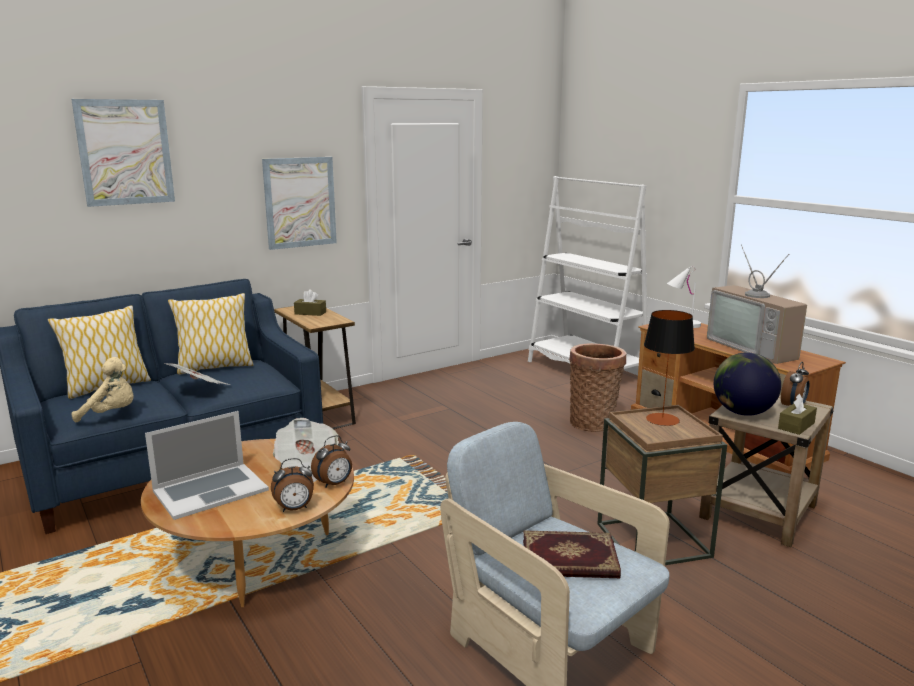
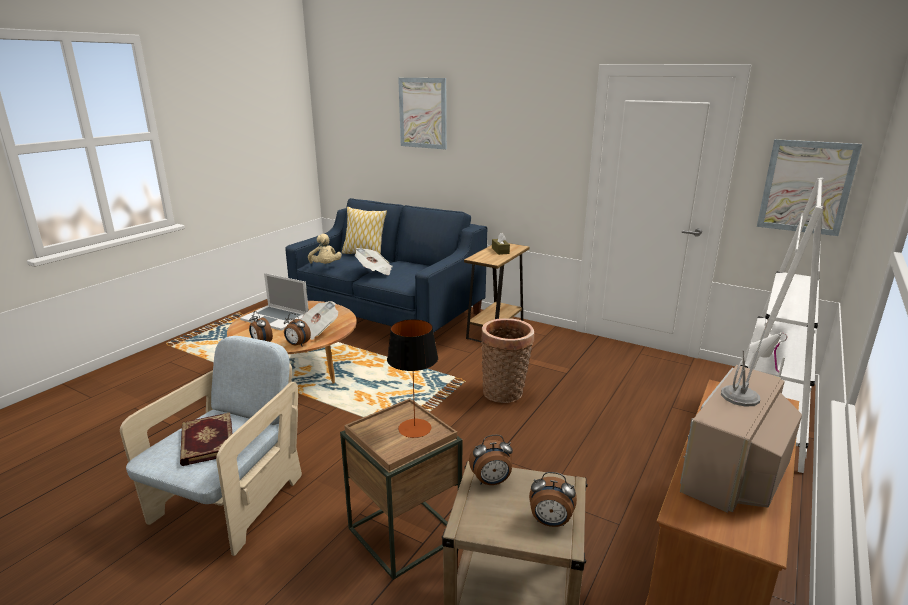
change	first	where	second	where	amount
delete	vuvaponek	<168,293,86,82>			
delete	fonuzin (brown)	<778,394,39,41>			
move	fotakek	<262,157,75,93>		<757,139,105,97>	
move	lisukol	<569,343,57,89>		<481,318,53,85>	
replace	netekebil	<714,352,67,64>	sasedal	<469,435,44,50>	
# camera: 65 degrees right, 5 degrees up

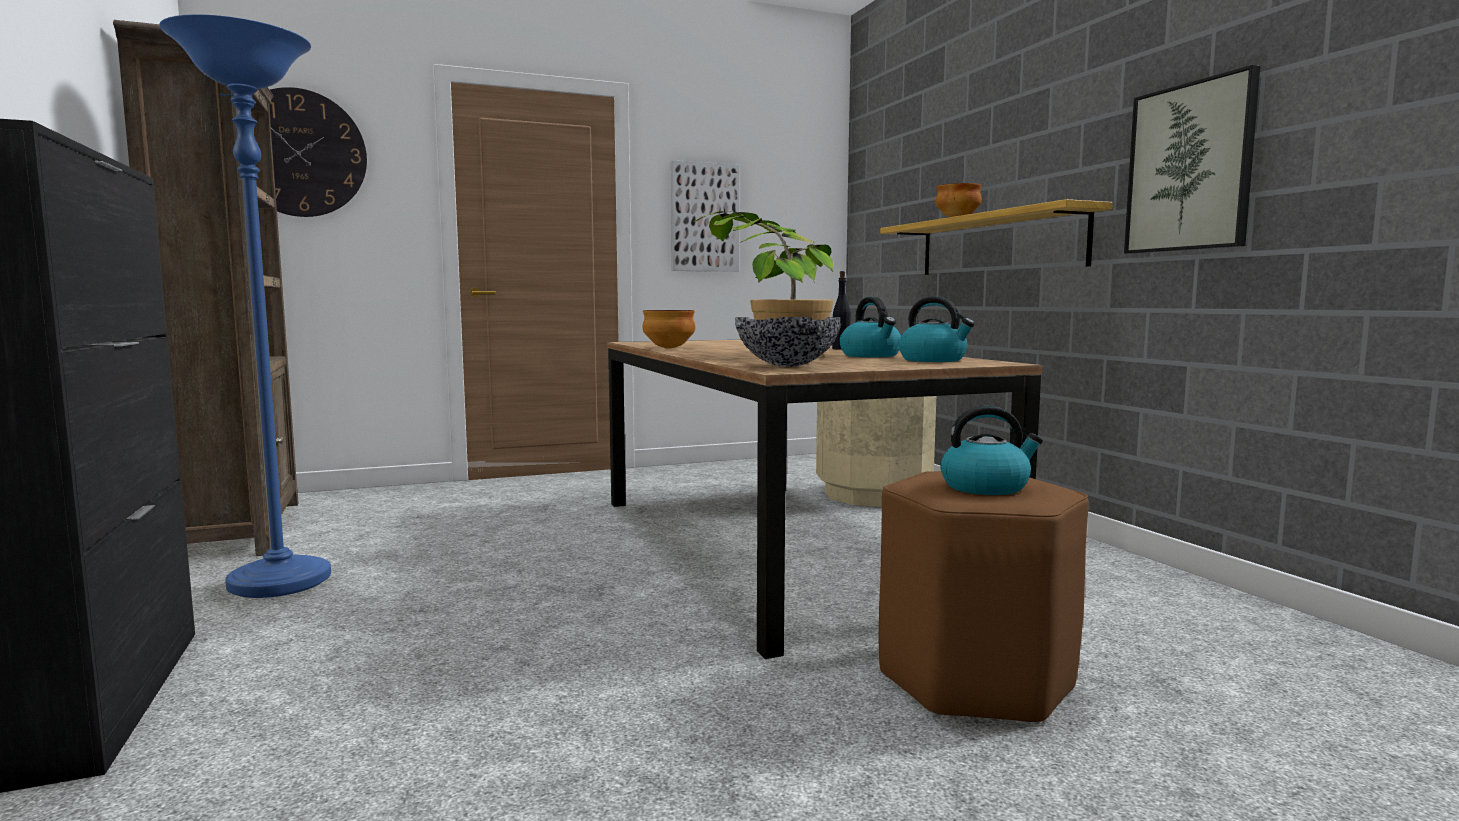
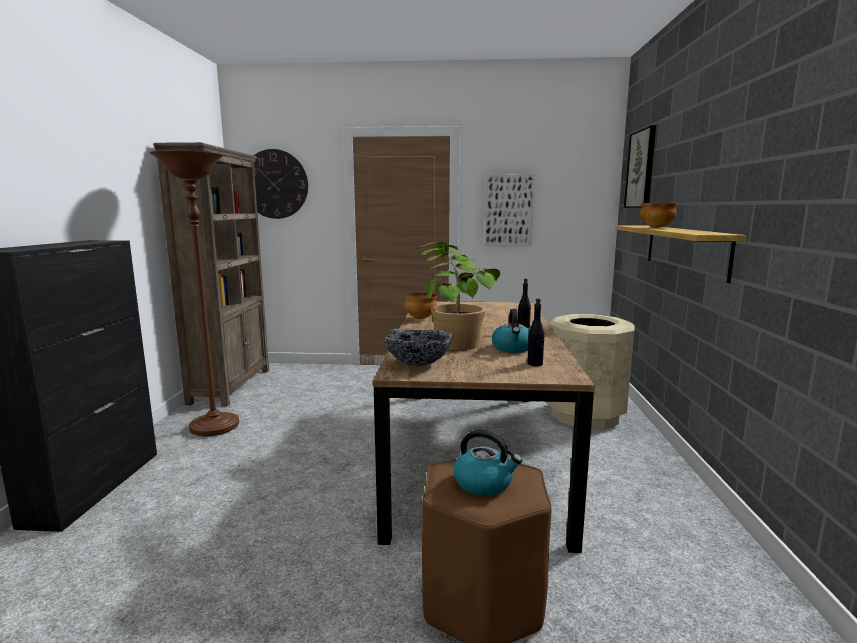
change	first	where	second	where	amount
move	fotakek	<1124,65,136,189>		<624,125,32,83>	
replace	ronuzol	<899,296,76,66>	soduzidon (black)	<527,298,17,68>	
recolor	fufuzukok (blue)	<159,14,172,584>	fufuzukok (brown)	<149,150,90,287>	
# camera: 25 degrees right, 5 degrees up

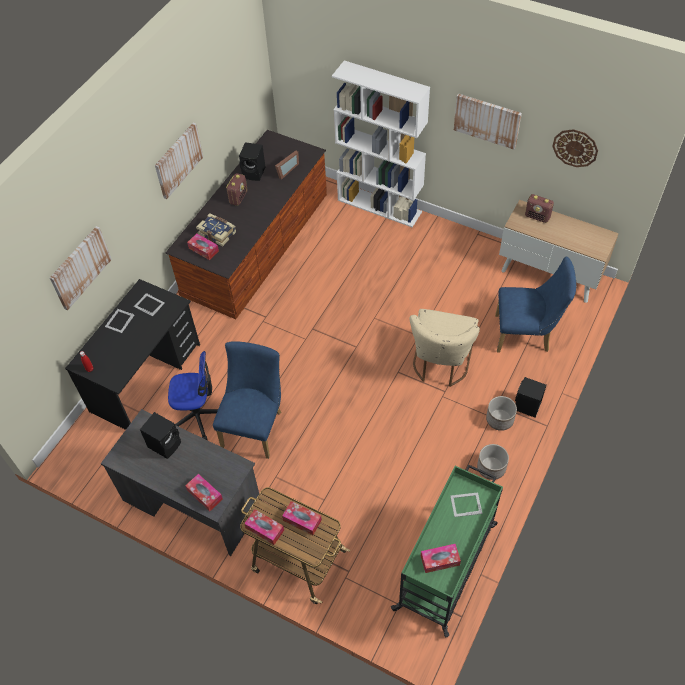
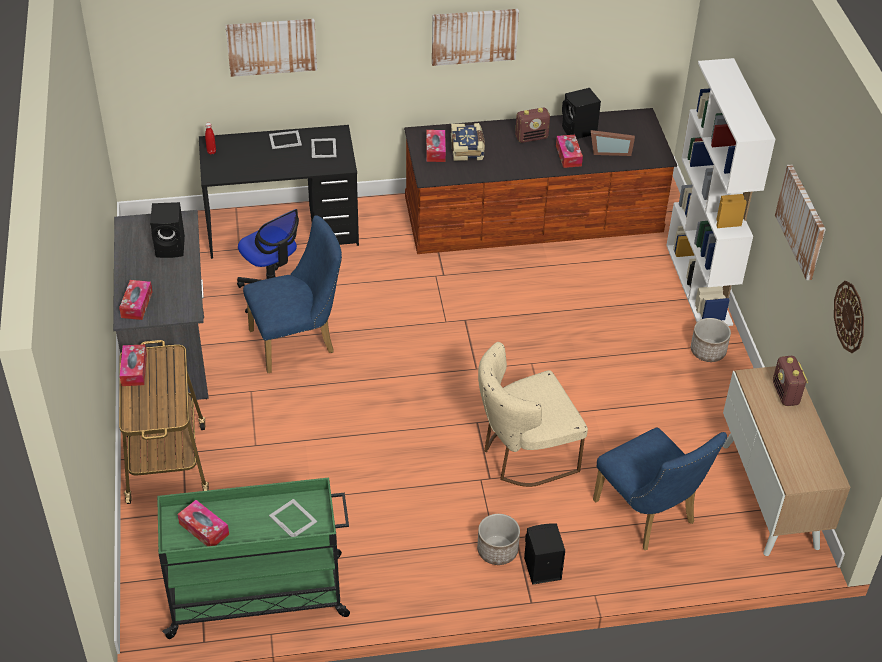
change	first	where	second	where	amount
move	fonuzin	<282,501,40,34>		<556,135,27,33>	
move	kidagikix	<477,444,32,36>		<691,318,40,44>	
# camera: 50 degrees right, 10 degrees down

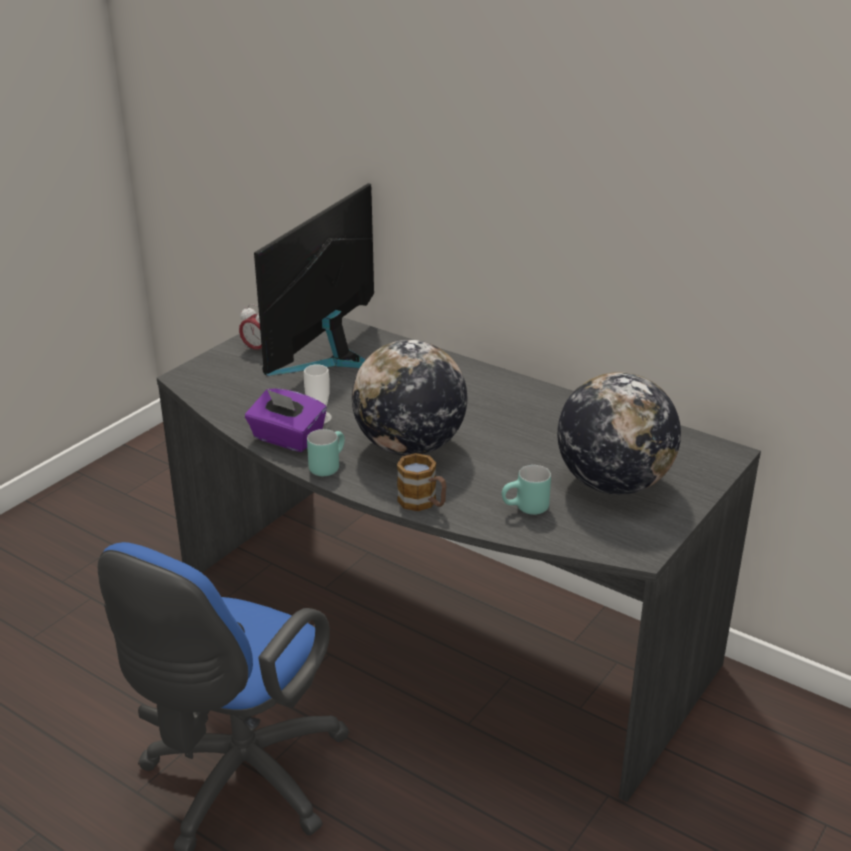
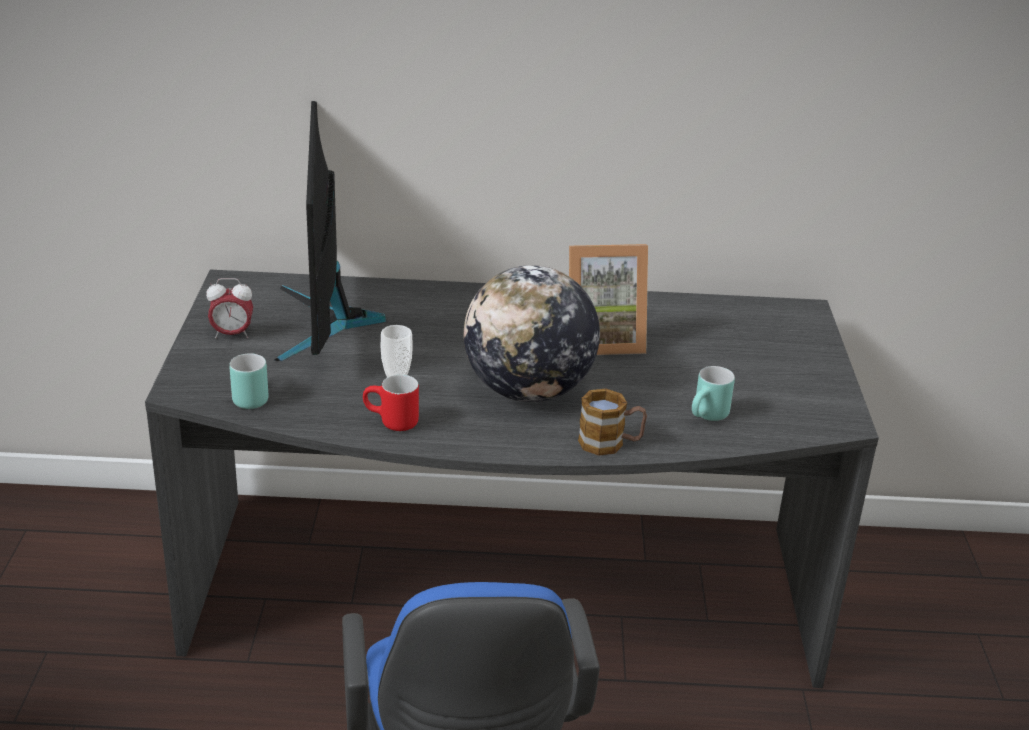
change	first	where	second	where	amount
delete	netekebil	<557,372,124,123>			
insert			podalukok	<569,244,79,111>	
move	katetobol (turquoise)	<307,429,38,47>		<229,354,39,55>	
replace	fonuzin (purple)	<245,388,82,64>	katetobol (red)	<363,375,56,56>	
# camera: 35 degrees left, 0 degrees up

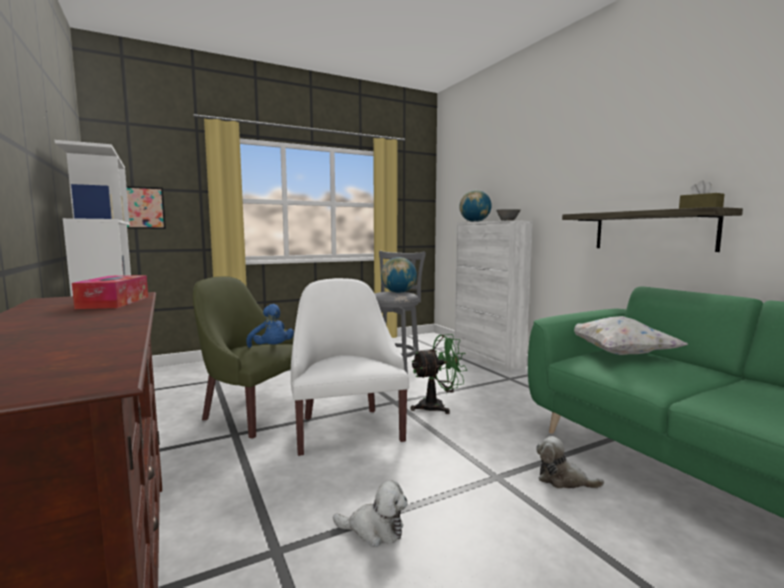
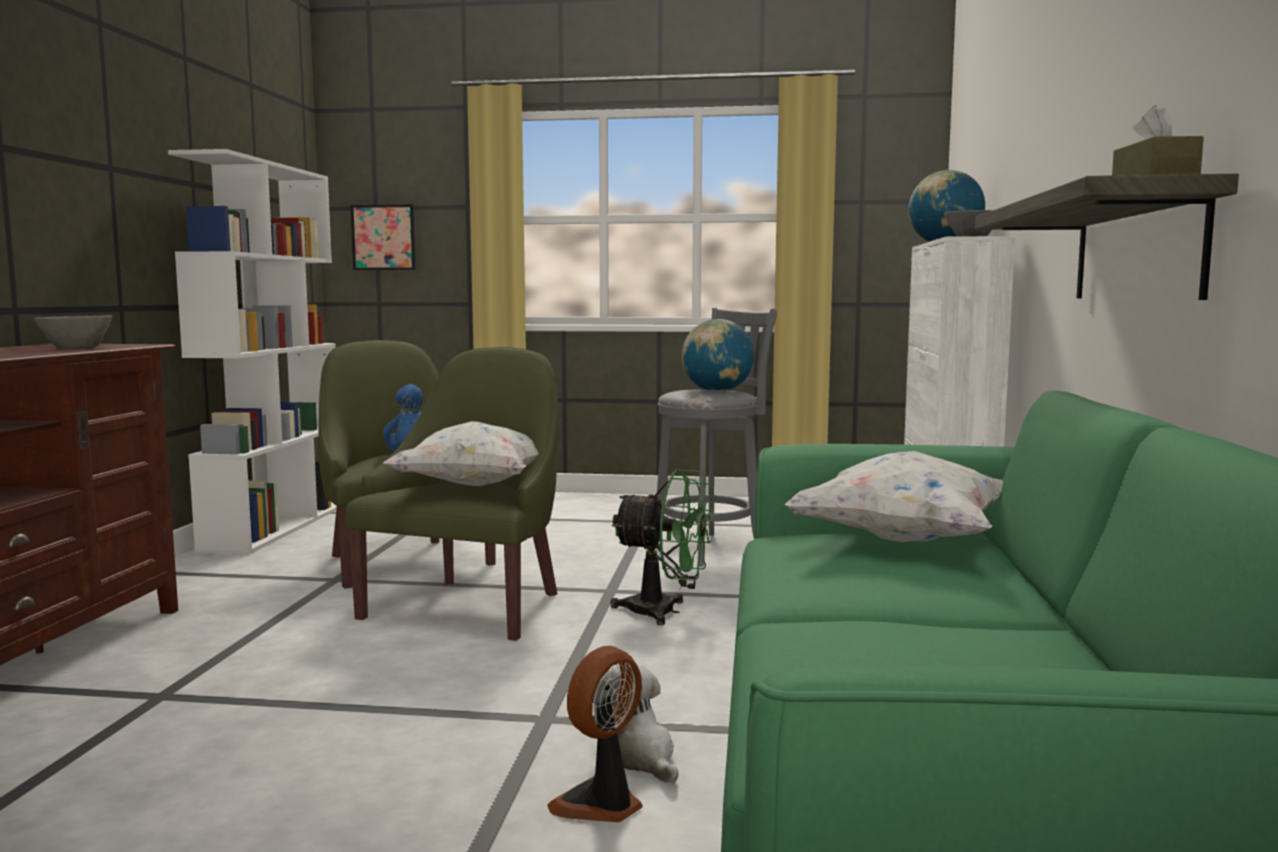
change	first	where	second	where	amount
delete	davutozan	<333,480,74,67>			
insert			vuvaponek (white)	<383,421,155,65>	
insert			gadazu	<547,646,96,176>	
replace	fonuzin	<72,275,76,34>	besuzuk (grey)	<34,315,78,34>	
recolor	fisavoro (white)	<291,278,118,178>	fisavoro (green)	<345,347,213,294>	
# camera: 35 degrees right, 0 degrees up

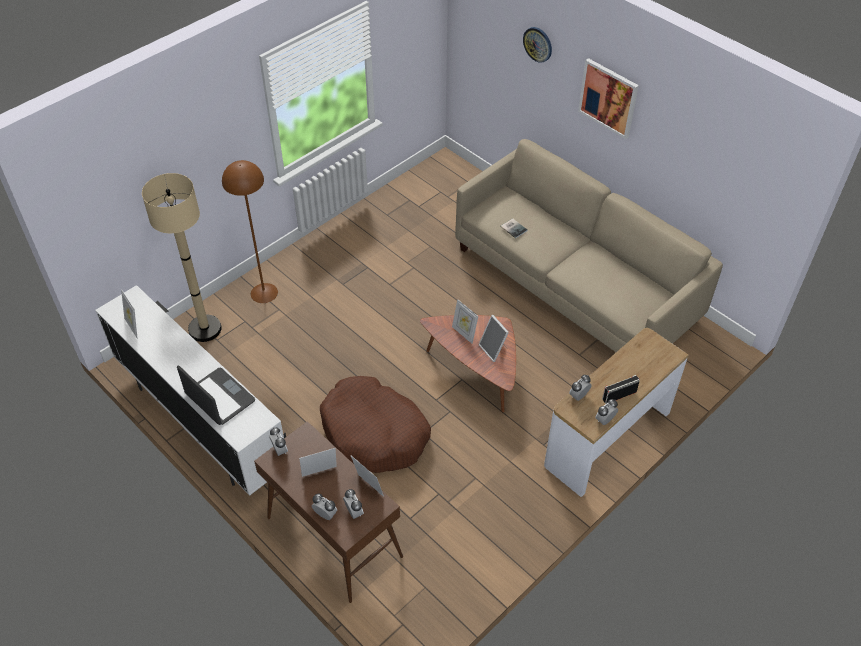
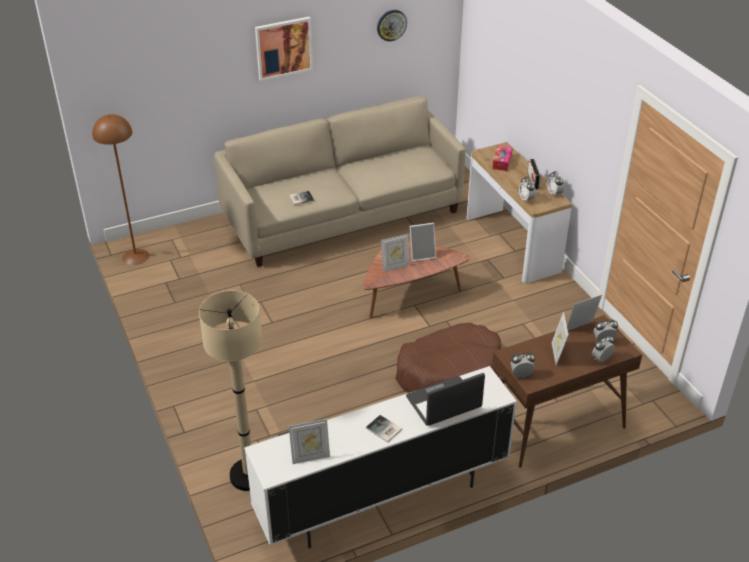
change	first	where	second	where	amount
insert			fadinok	<366,415,36,28>	
insert			fonuzin	<492,146,21,25>	
move	fufuzukok (brown)	<222,160,56,143>		<92,114,57,151>	
move	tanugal	<523,27,29,36>		<377,10,30,31>	
# camera: 70 degrees left, 10 degrees down

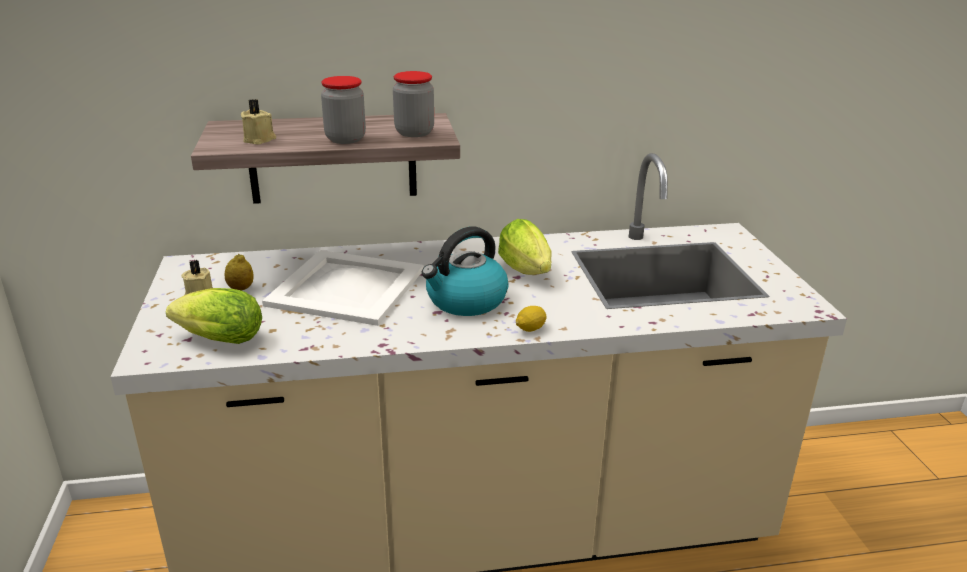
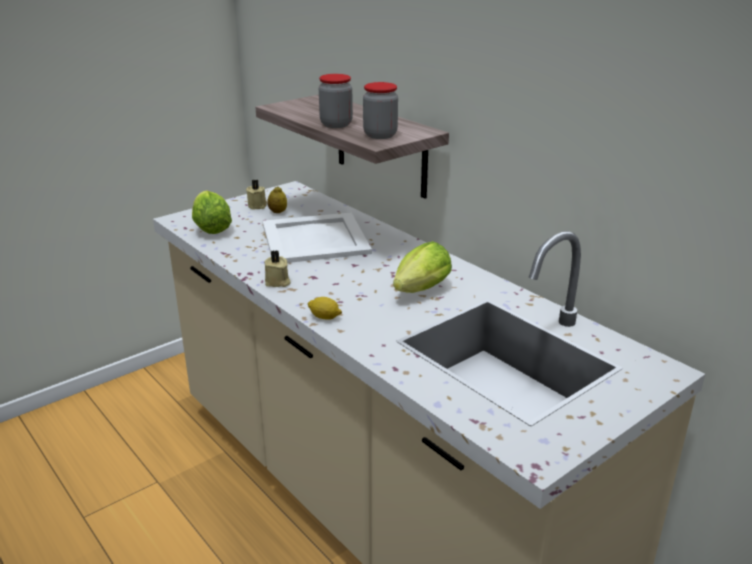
change	first	where	second	where	amount
delete	ronuzol	<422,226,86,90>			
move	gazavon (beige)	<241,99,35,46>		<264,250,27,37>	
# camera: 60 degrees right, 0 degrees up

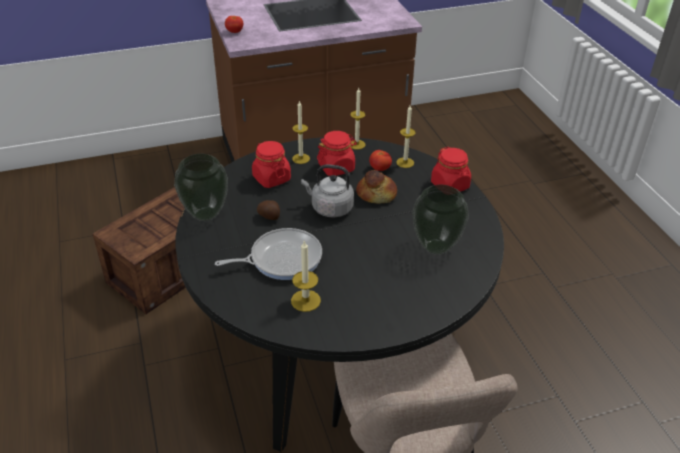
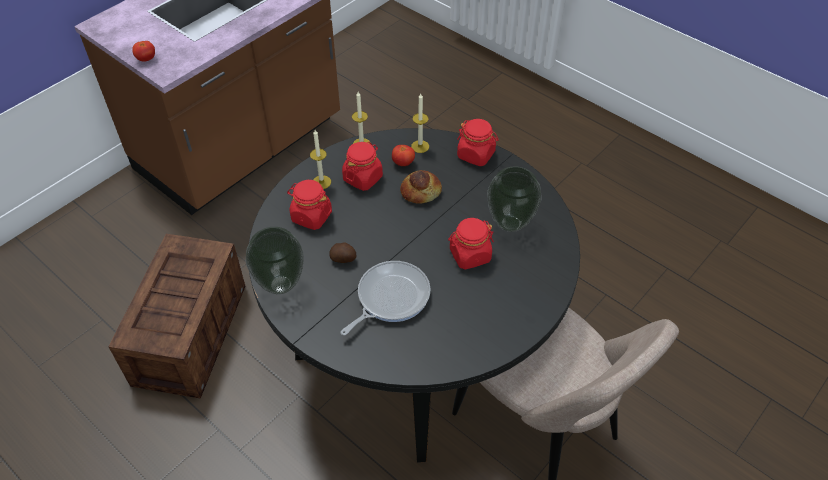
change	first	where	second	where	amount
delete	gazavon	<291,241,30,71>			
delete	ronuzol (grey)	<301,164,53,53>			
insert			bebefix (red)	<448,218,46,52>	
# camera: 30 degrees left, 10 degrees up

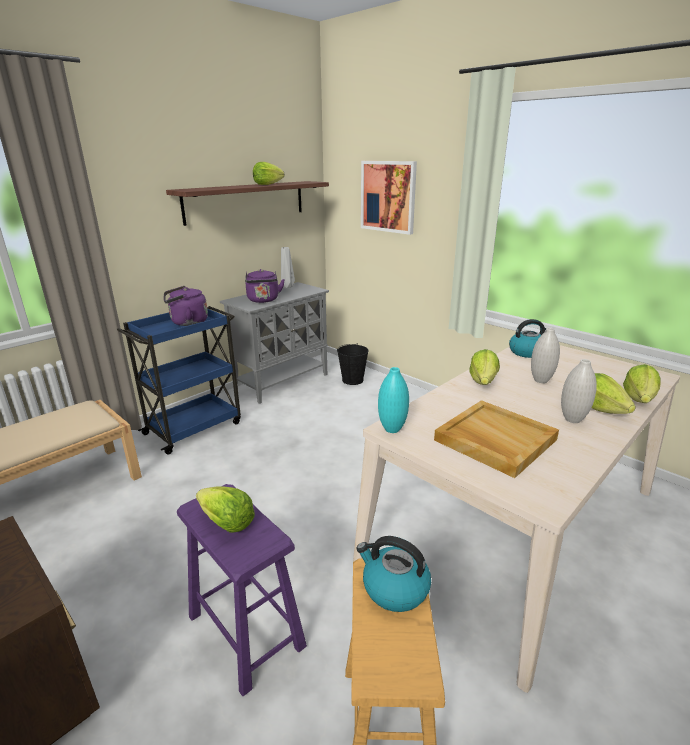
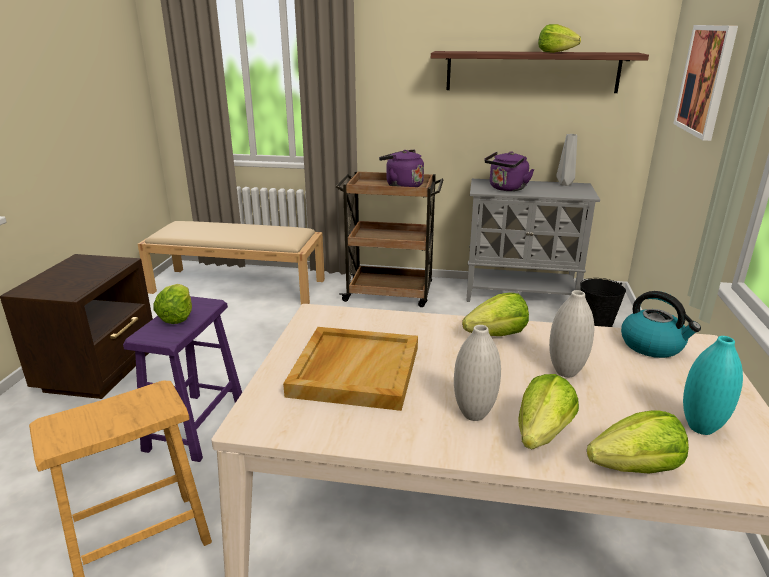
change	first	where	second	where	amount
delete	ronuzol	<356,536,75,76>			
move	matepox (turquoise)	<378,367,31,66>		<683,336,60,99>	
recolor	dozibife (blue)	<117,306,124,149>	dozibife (brown)	<336,171,107,136>	
# camera: 55 degrees right, 0 degrees up

